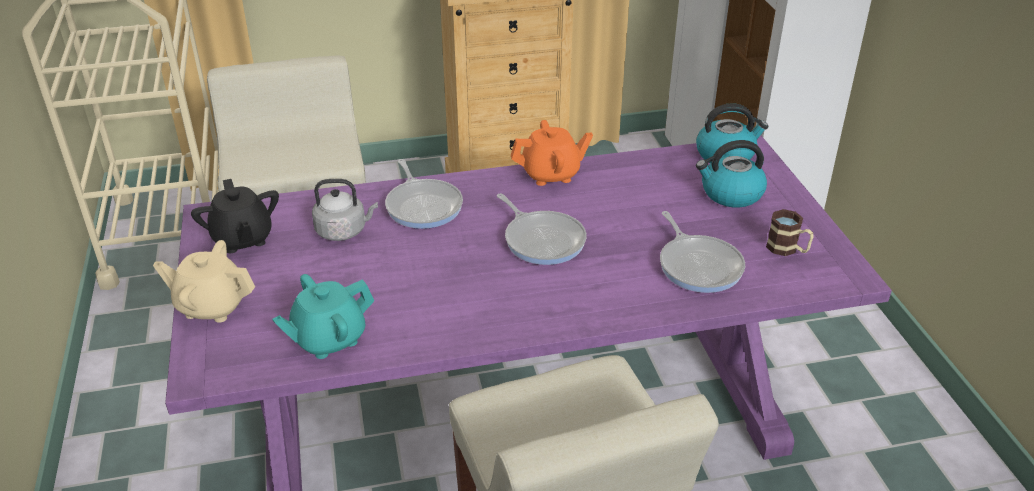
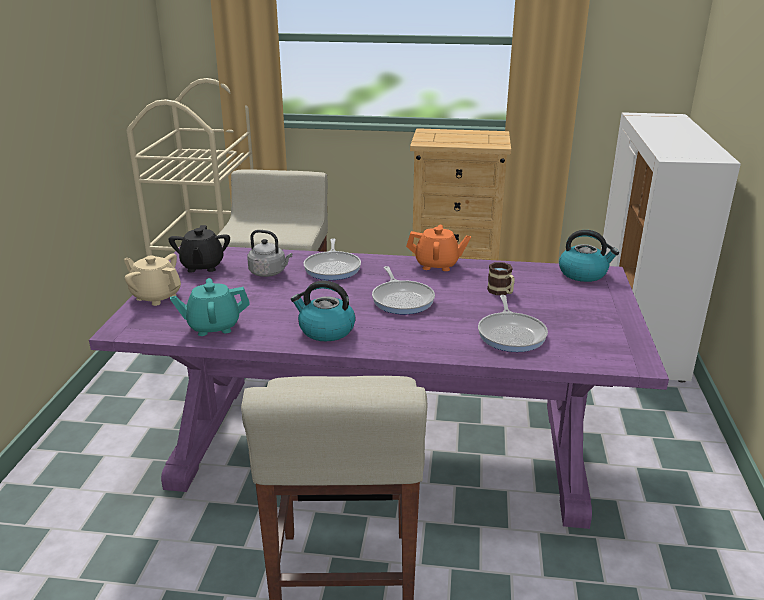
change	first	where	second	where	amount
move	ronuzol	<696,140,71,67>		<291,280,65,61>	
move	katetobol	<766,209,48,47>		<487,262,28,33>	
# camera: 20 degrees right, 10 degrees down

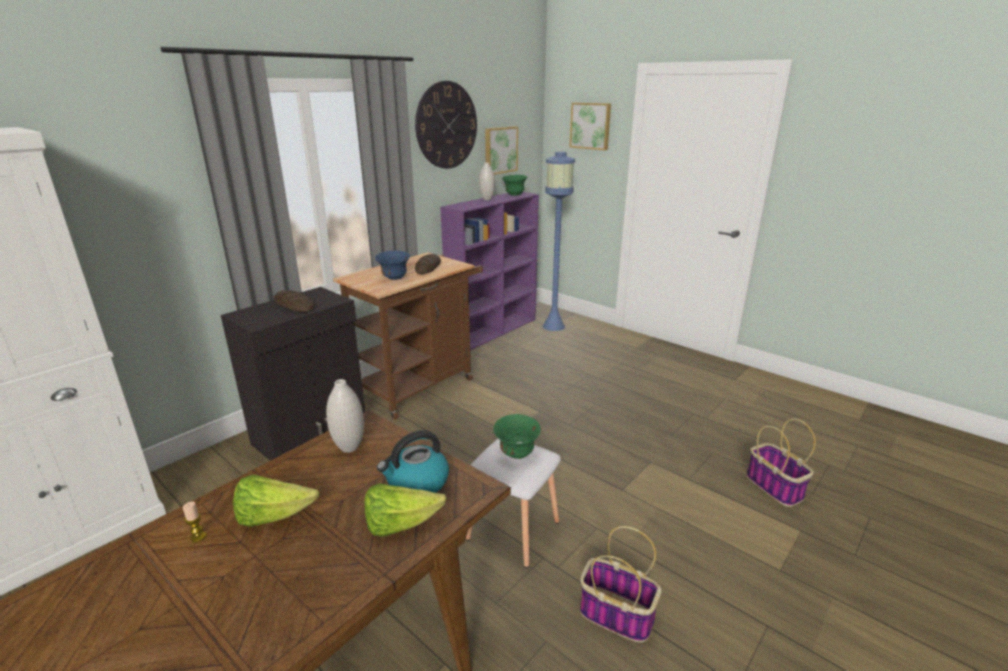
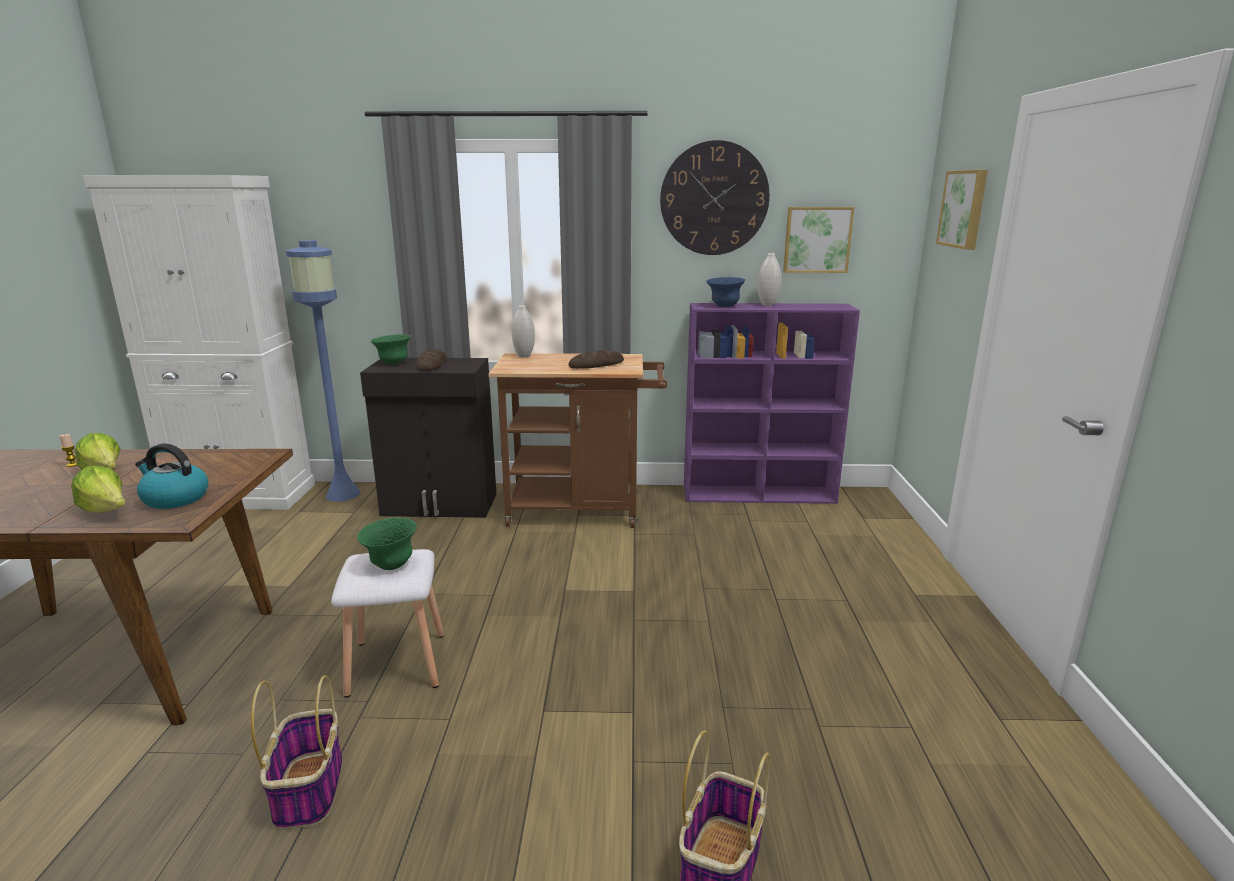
change	first	where	second	where	amount
move	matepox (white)	<326,379,38,74>		<512,305,23,52>	
move	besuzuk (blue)	<375,250,35,30>		<707,277,38,30>	
move	besuzuk (green)	<502,175,25,21>		<371,334,40,31>	
move	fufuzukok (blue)	<543,151,32,180>		<286,240,74,262>	
# camera: 50 degrees right, 5 degrees down

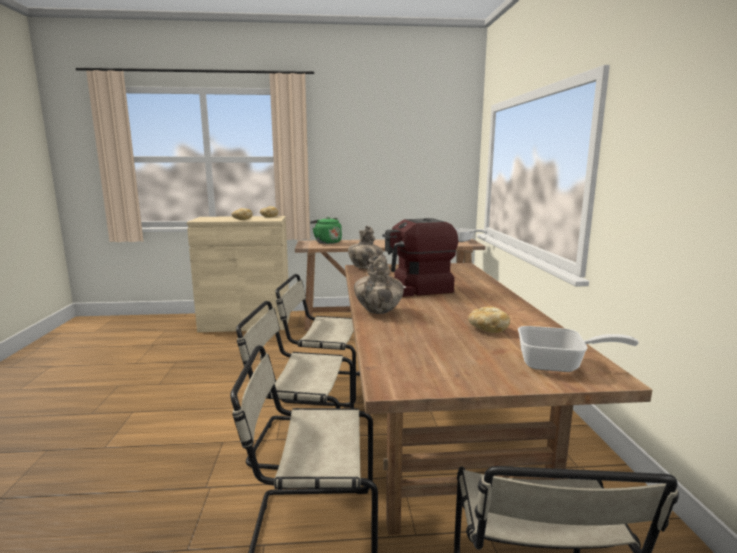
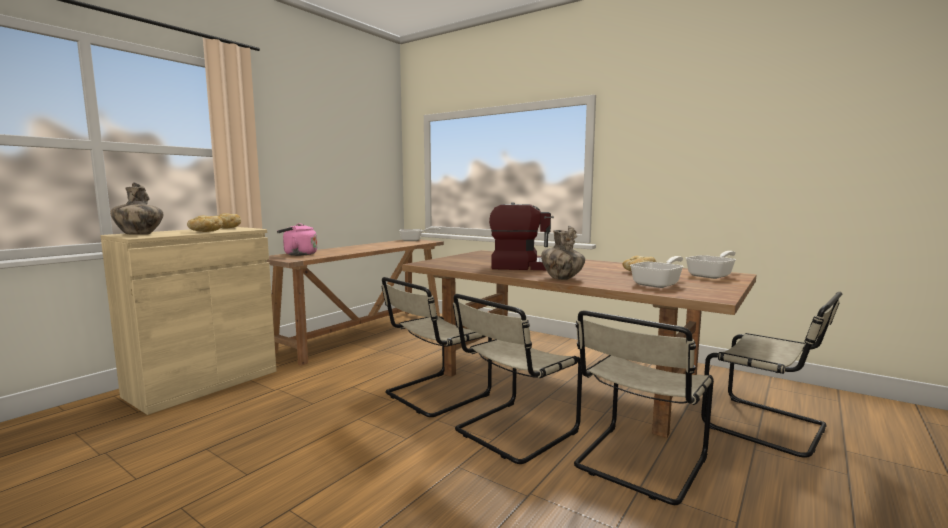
change	first	where	second	where	amount
insert			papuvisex	<630,256,54,32>	
move	matepox	<348,226,35,43>		<110,182,54,53>	
recolor	ronuzol (green)	<310,217,32,27>	ronuzol (pink)	<277,223,40,33>	
rotate	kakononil	<382,218,76,79>		<489,203,65,67>	105 degrees counterclockwise
# camera: 50 degrees left, 5 degrees down

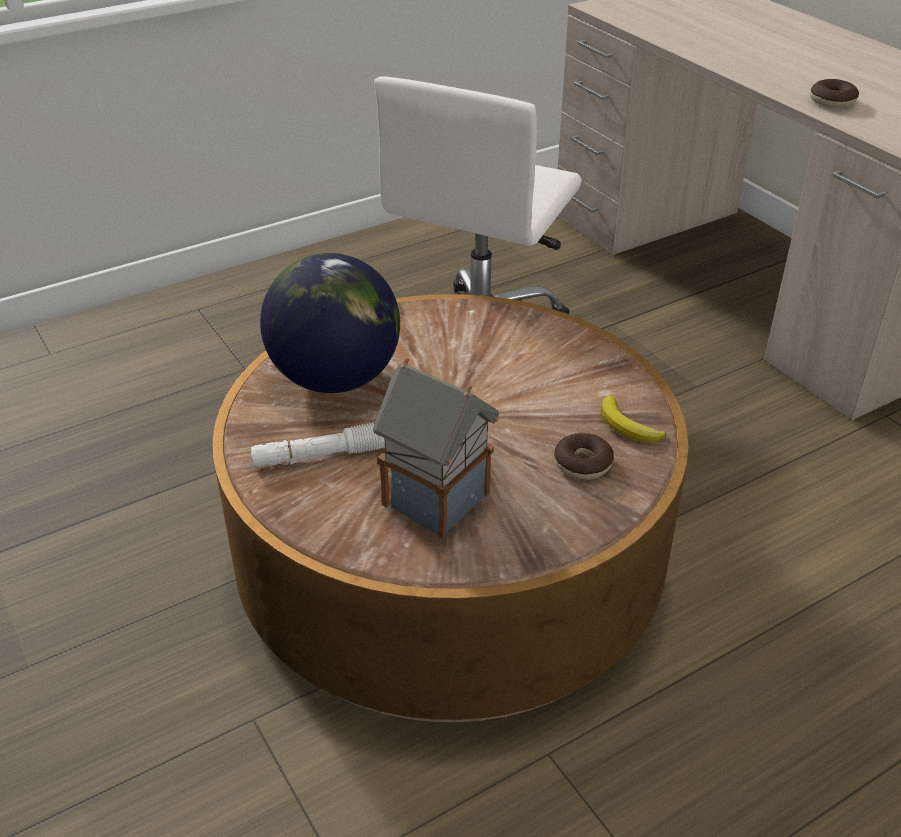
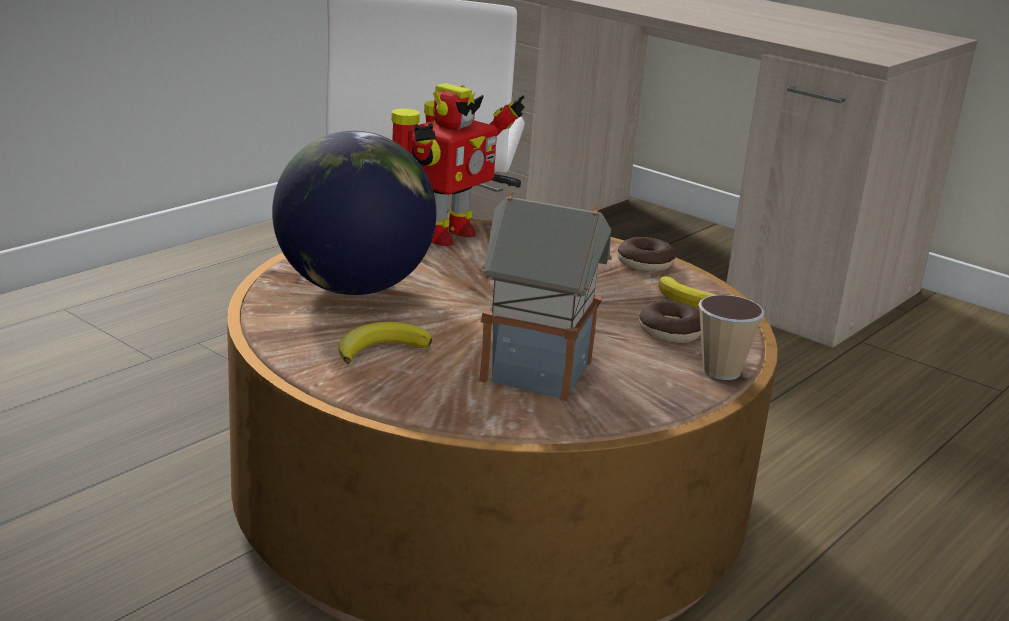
change	first	where	second	where	amount
insert			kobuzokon	<392,83,133,163>	
insert			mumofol	<699,295,66,85>	
move	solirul	<810,79,49,29>		<617,237,59,35>	
replace	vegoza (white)	<251,423,134,44>	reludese	<339,322,93,42>	
# camera: 20 degrees left, 15 degrees down

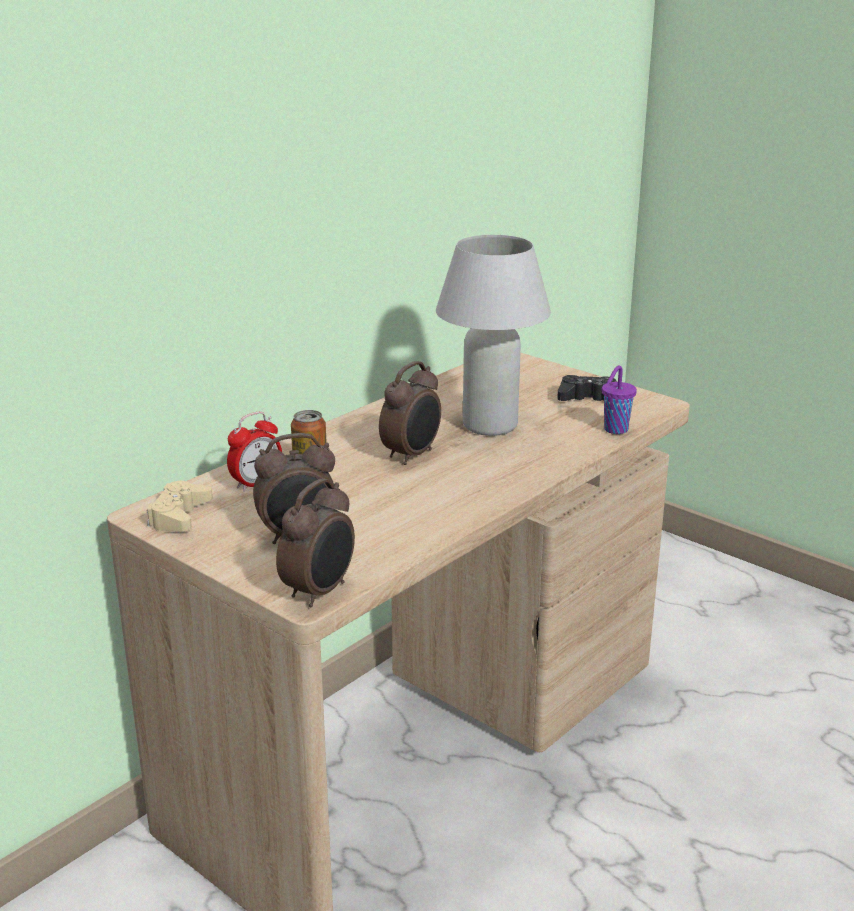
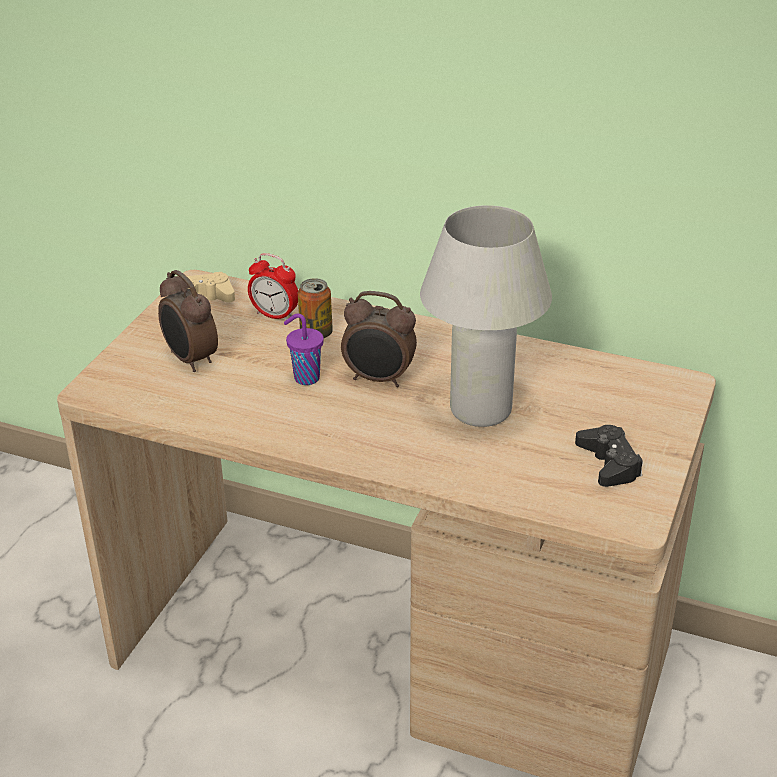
change	first	where	second	where	amount
delete	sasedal	<276,478,79,129>			
move	mumofol (purple)	<602,366,35,68>		<284,314,40,71>	
# camera: 70 degrees right, 10 degrees up

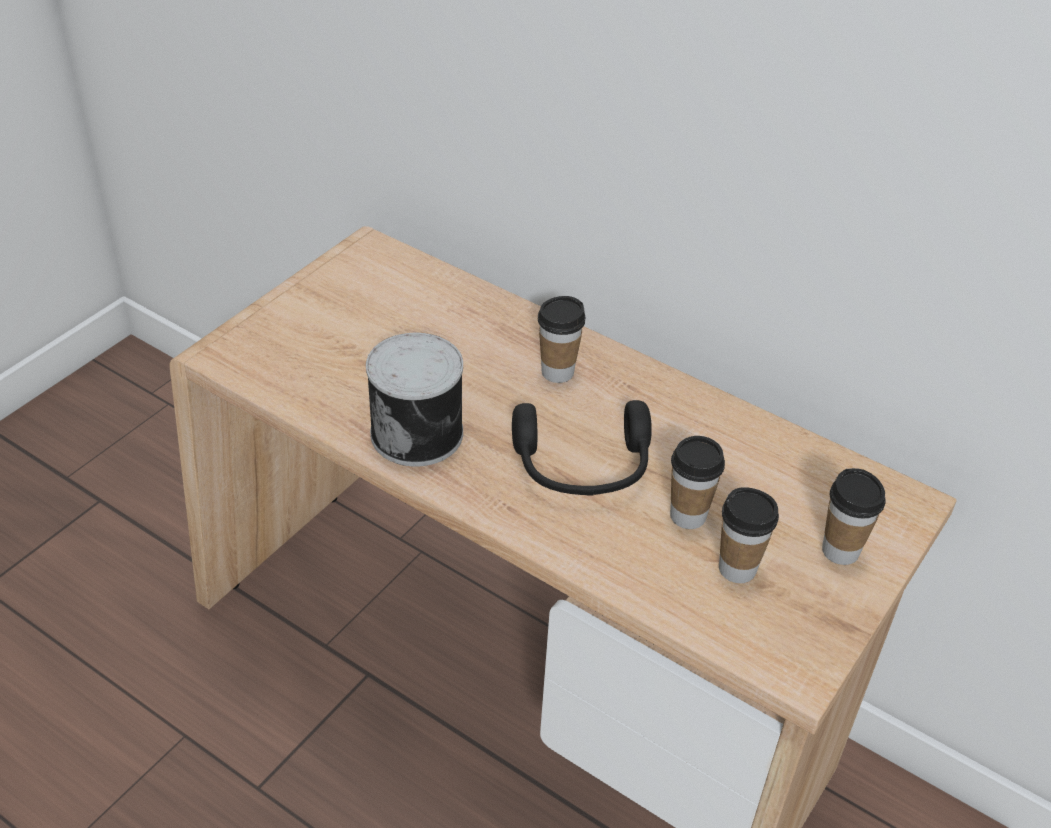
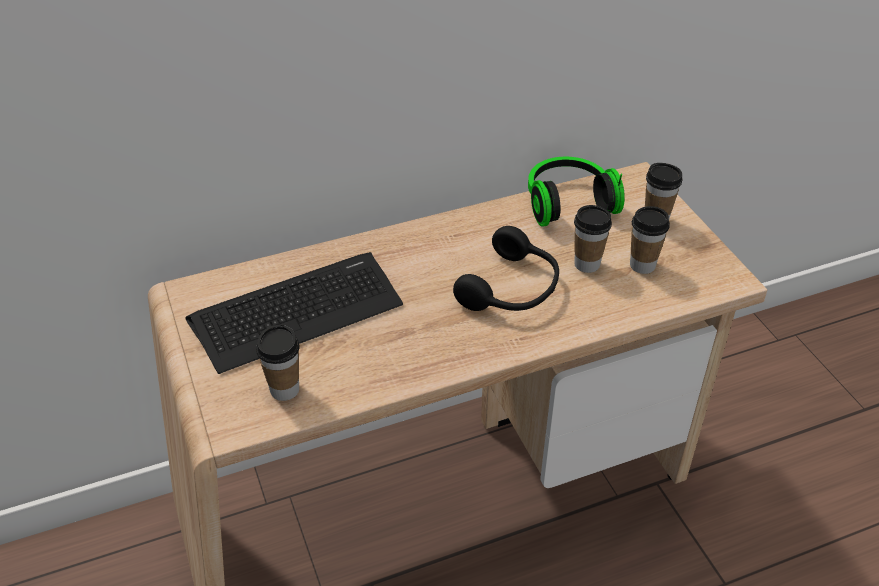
change	first	where	second	where	amount
delete	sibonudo	<366,333,97,134>			
insert			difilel	<186,252,217,122>	
insert			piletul	<528,157,97,70>	
move	mumofol	<538,296,48,87>		<256,325,44,76>	
# camera: 55 degrees left, 0 degrees up

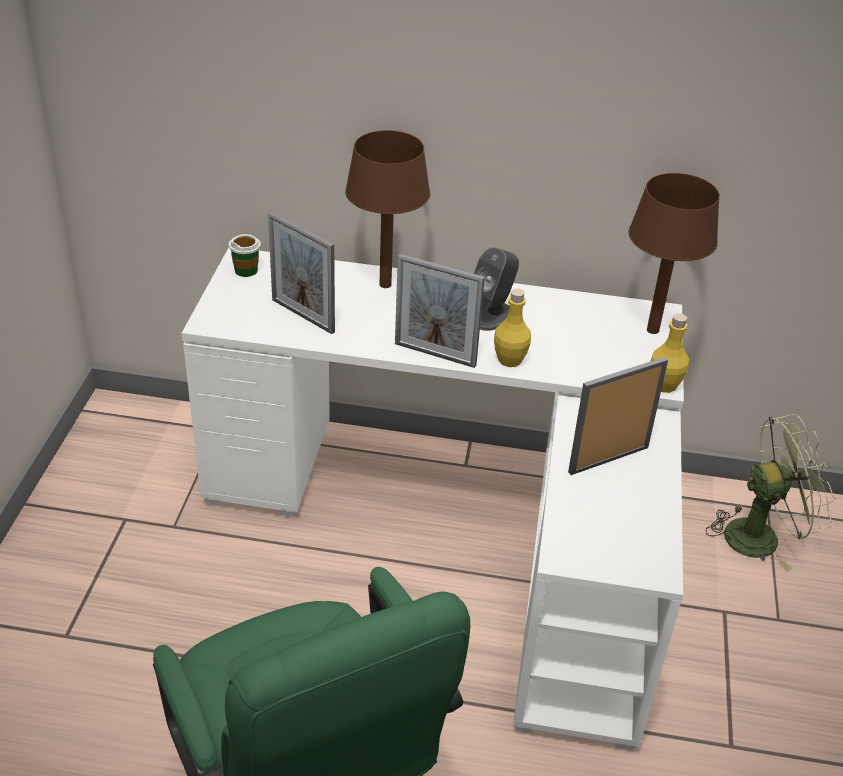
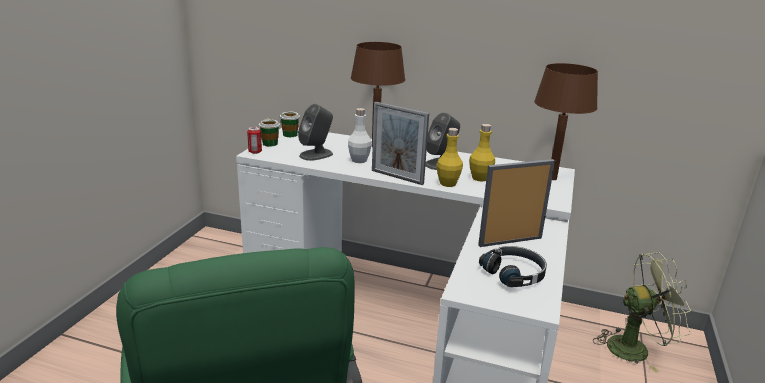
change	first	where	second	where	amount
insert			sibonudo	<247,127,15,27>	
insert			mumofol	<259,118,21,28>	
insert			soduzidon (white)	<348,108,24,55>	
insert			piletul (black)	<479,246,68,41>	
move	soduzidon (yellow)	<651,313,38,80>		<469,124,26,58>	
replace	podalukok	<268,212,67,122>	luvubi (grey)	<298,104,35,57>	
# camera: 10 degrees right, 15 degrees down

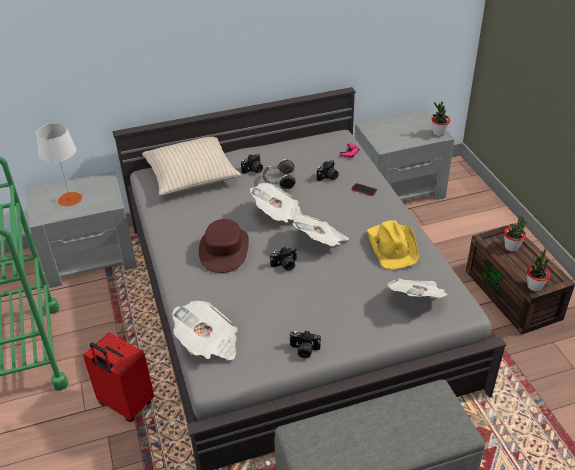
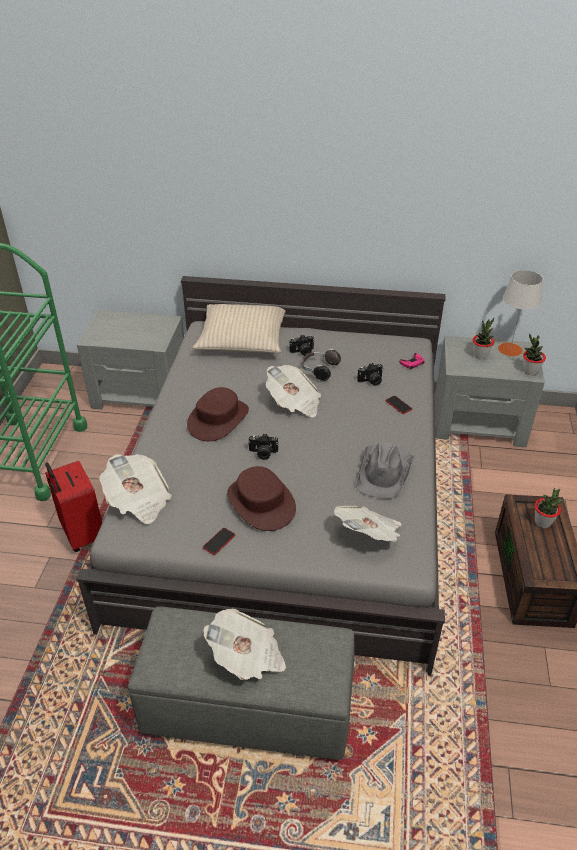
change	first	where	second	where	amount
insert			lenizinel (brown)	<227,466,69,65>	
move	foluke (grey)	<36,123,46,83>		<498,270,45,86>	
move	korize	<292,214,57,33>		<203,609,83,71>	
move	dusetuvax	<527,248,23,43>		<473,318,21,41>	
replace	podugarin	<289,330,32,28>	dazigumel	<203,528,32,27>	
recolor	lenizinel (yellow)	<367,220,52,49>	lenizinel (grey)	<356,443,58,55>	
# camera: 25 degrees right, 0 degrees up

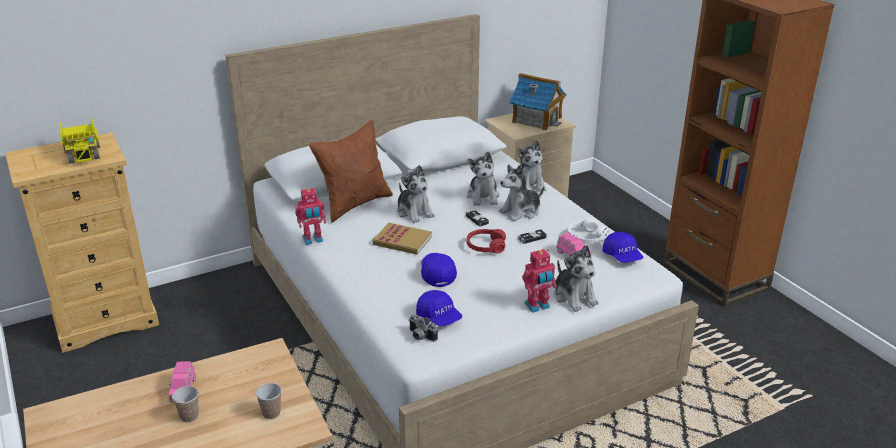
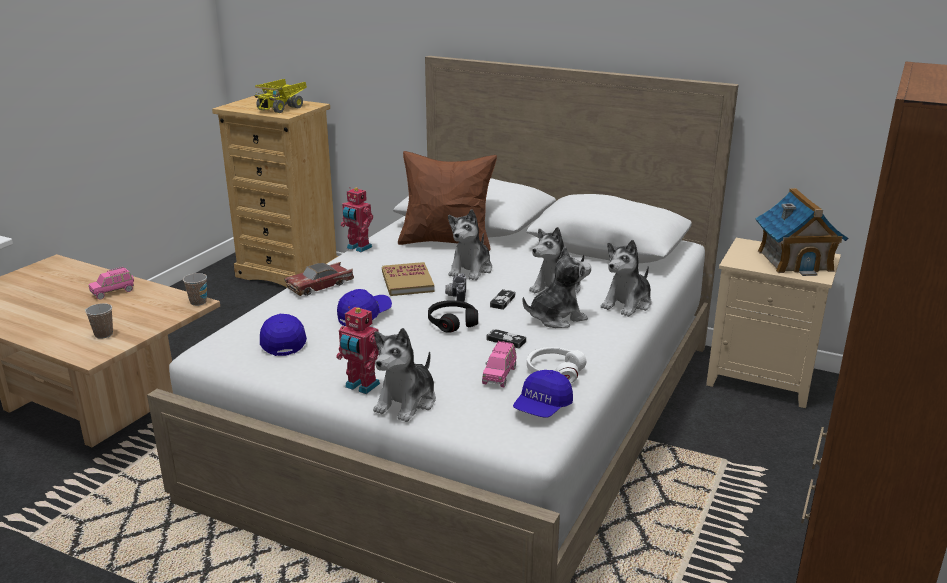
change	first	where	second	where	amount
insert			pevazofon	<285,262,69,34>	
move	mumofol	<172,386,27,36>		<183,273,24,33>	
move	podugarin	<409,314,29,28>		<445,273,21,29>	
recolor	piletul (red)	<467,229,39,24>	piletul (black)	<428,300,50,33>	
rotate	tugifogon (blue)	<416,290,46,36>		<260,314,47,42>	150 degrees clockwise
rotate	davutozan	<499,164,45,57>		<522,246,69,82>	135 degrees clockwise
# camera: 55 degrees right, 5 degrees down

